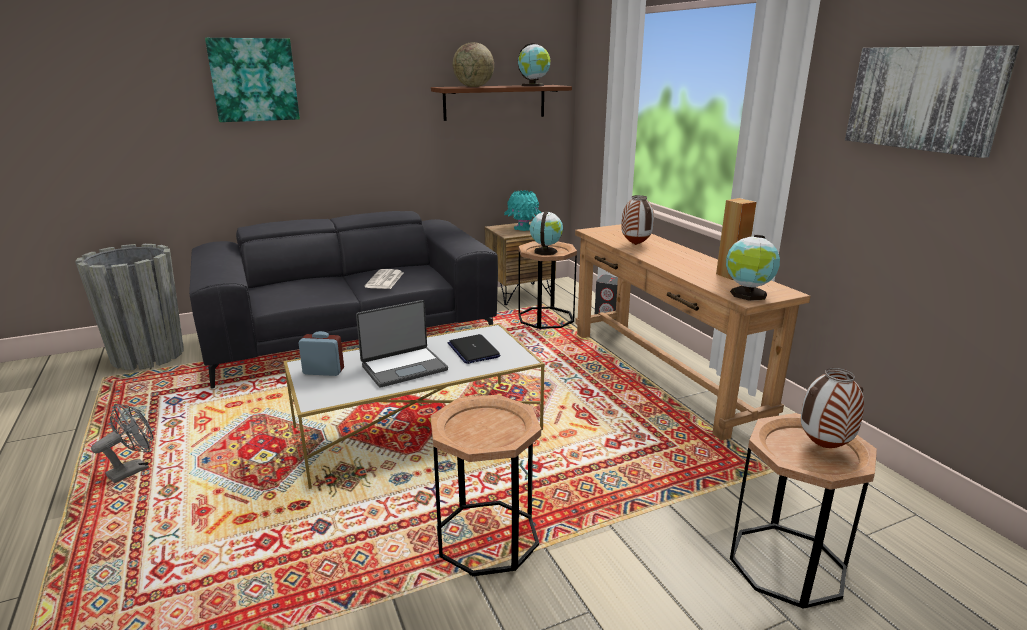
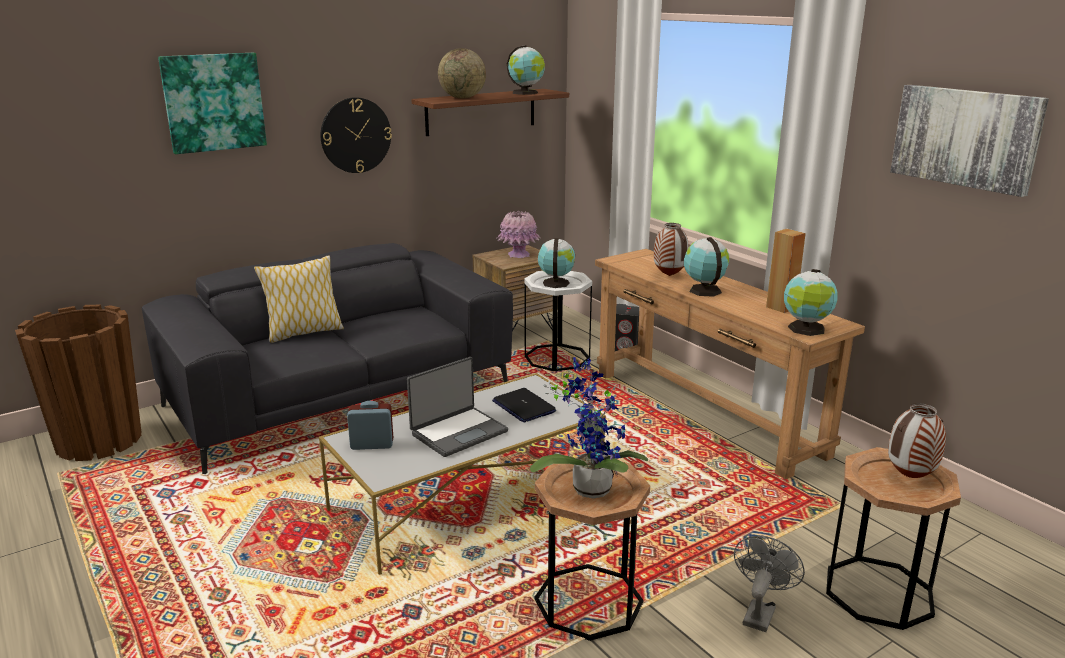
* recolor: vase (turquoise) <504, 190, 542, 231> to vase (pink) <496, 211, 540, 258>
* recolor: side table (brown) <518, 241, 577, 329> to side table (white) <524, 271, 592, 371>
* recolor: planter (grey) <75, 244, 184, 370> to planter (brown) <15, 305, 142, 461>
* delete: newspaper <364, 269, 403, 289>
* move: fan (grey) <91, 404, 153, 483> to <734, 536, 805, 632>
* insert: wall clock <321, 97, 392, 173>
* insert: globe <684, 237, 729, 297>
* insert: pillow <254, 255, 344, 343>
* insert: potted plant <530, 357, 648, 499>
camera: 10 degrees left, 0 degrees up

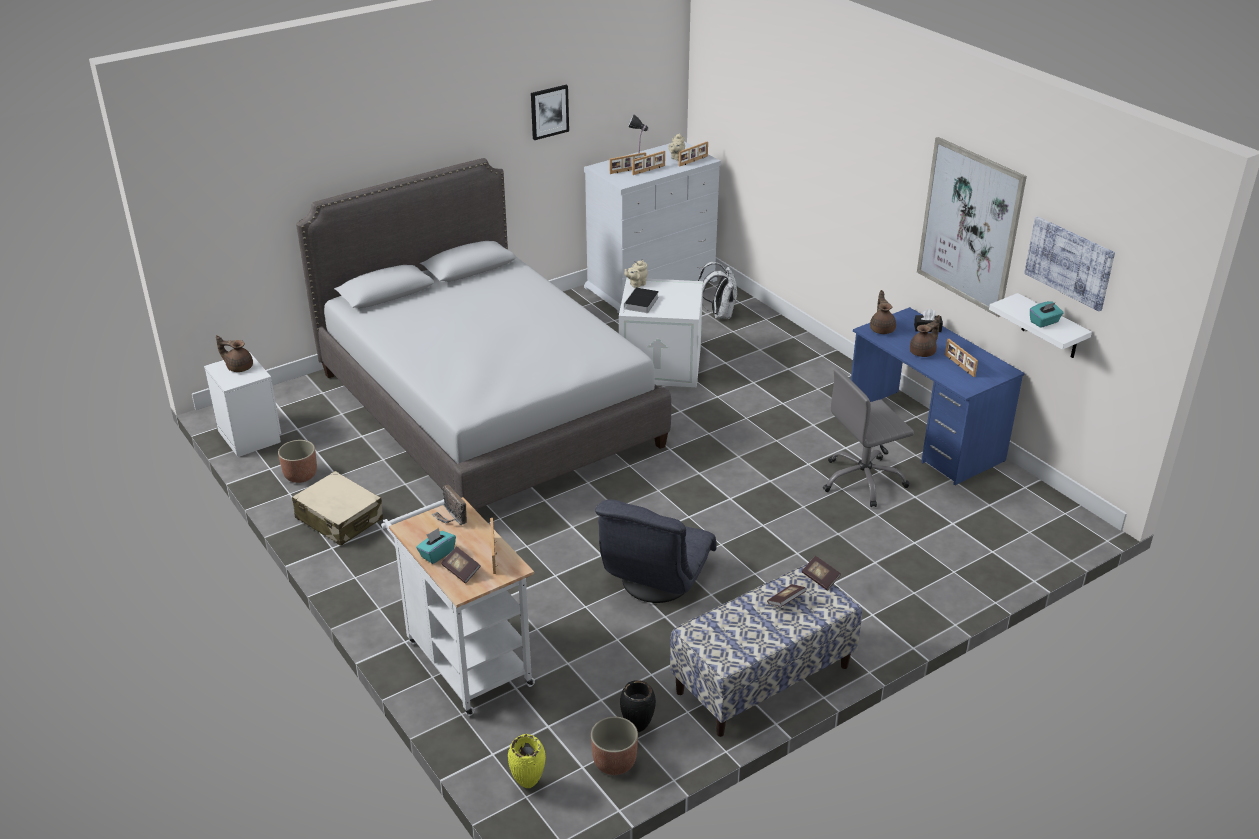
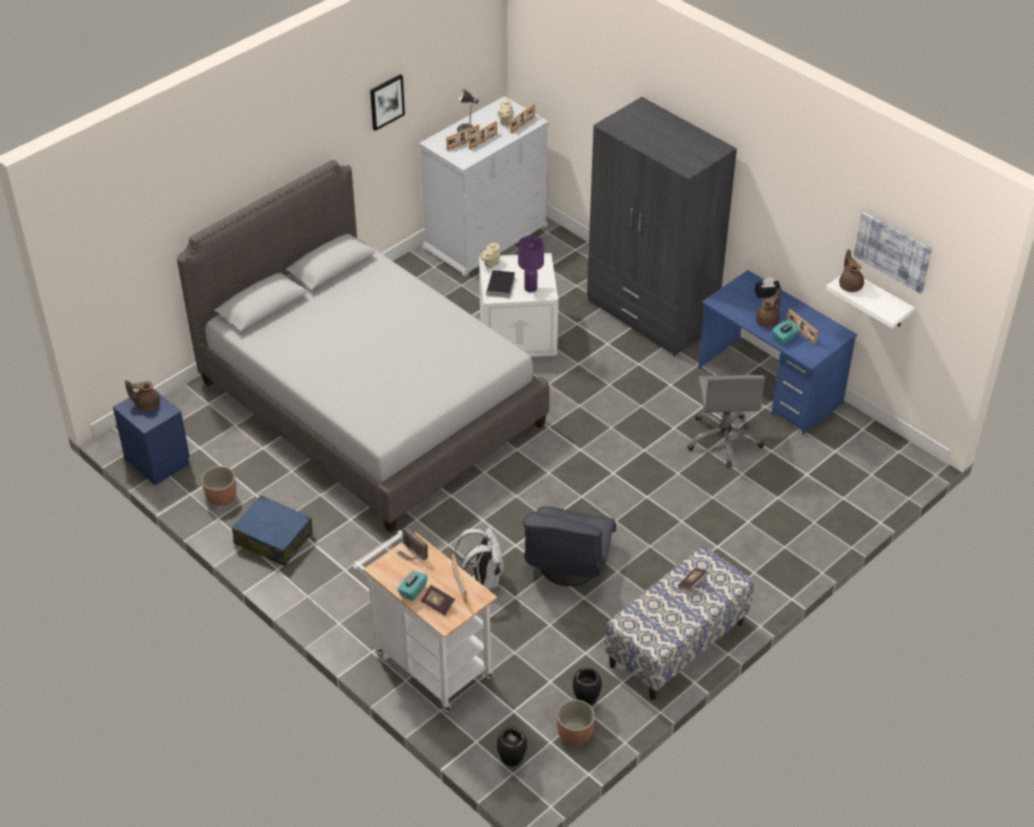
* delete: picture <917, 137, 1027, 317>
* move: backpack (white) <698, 262, 737, 319> to <455, 527, 503, 589>
* move: teapot (brown) <870, 290, 896, 334> to <839, 249, 864, 292>
* move: tissue box (turquoise) <1030, 301, 1063, 328> to <772, 320, 799, 345>
* recolor: nightstand (white) <204, 352, 281, 457> to nightstand (blue) <113, 388, 190, 485>
* rotate: office chair (grey) <823, 368, 914, 507> = <687, 374, 765, 468> 60 degrees counterclockwise
* recolor: suitcase (beige) <292, 471, 383, 546> to suitcase (blue) <232, 495, 313, 566>
* delete: book <802, 556, 841, 591>
* recolor: vase (yellow) <508, 734, 546, 788> to vase (black) <497, 727, 527, 767>
* insert: wardrobe (grey) <587, 97, 737, 356>
* insert: table lamp (purple) <518, 235, 544, 292>
camera: 10 degrees left, 10 degrees up

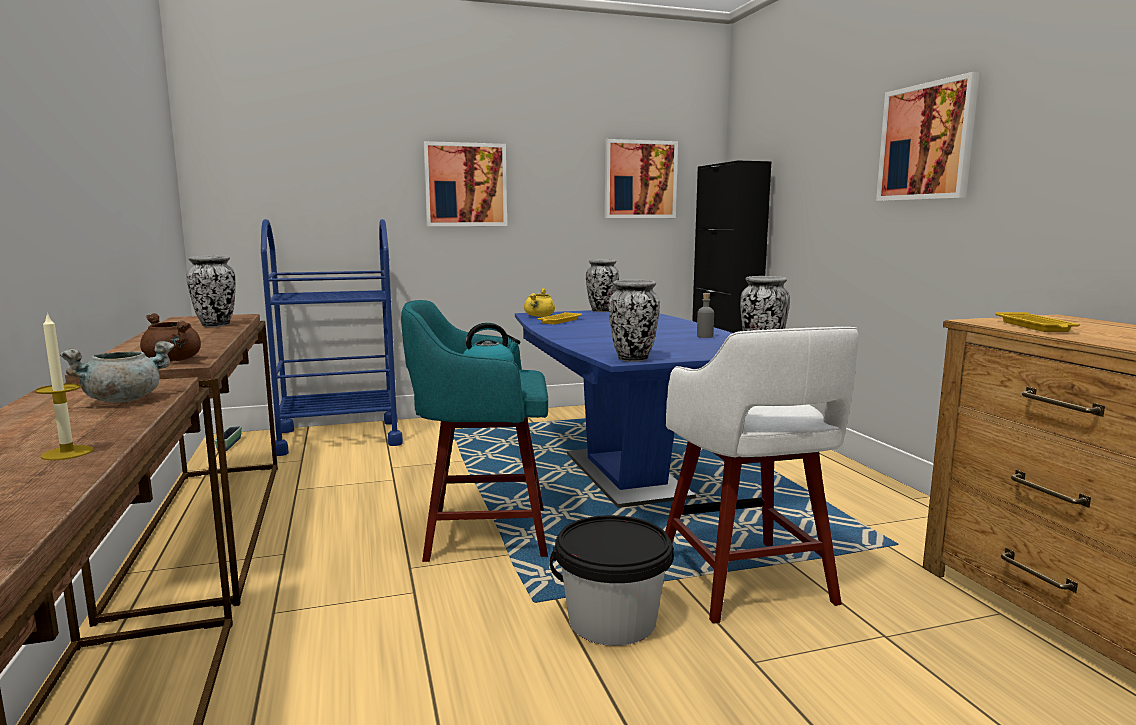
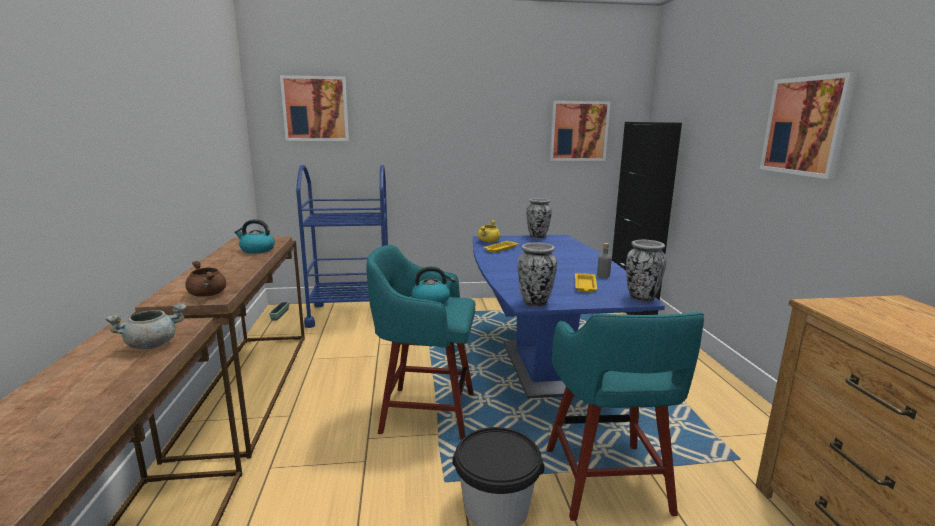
* move: picture <423, 141, 507, 226> to <280, 75, 349, 141>
* replace: vase <186, 256, 236, 327> to kettle <234, 219, 275, 254>
* delete: candle <35, 312, 93, 460>
* move: tray (yellow) <995, 312, 1080, 332> to <575, 273, 597, 292>
* recolor: stool (white) <665, 327, 859, 624> to stool (turquoise) <547, 312, 704, 521>
camera: 10 degrees right, 5 degrees up

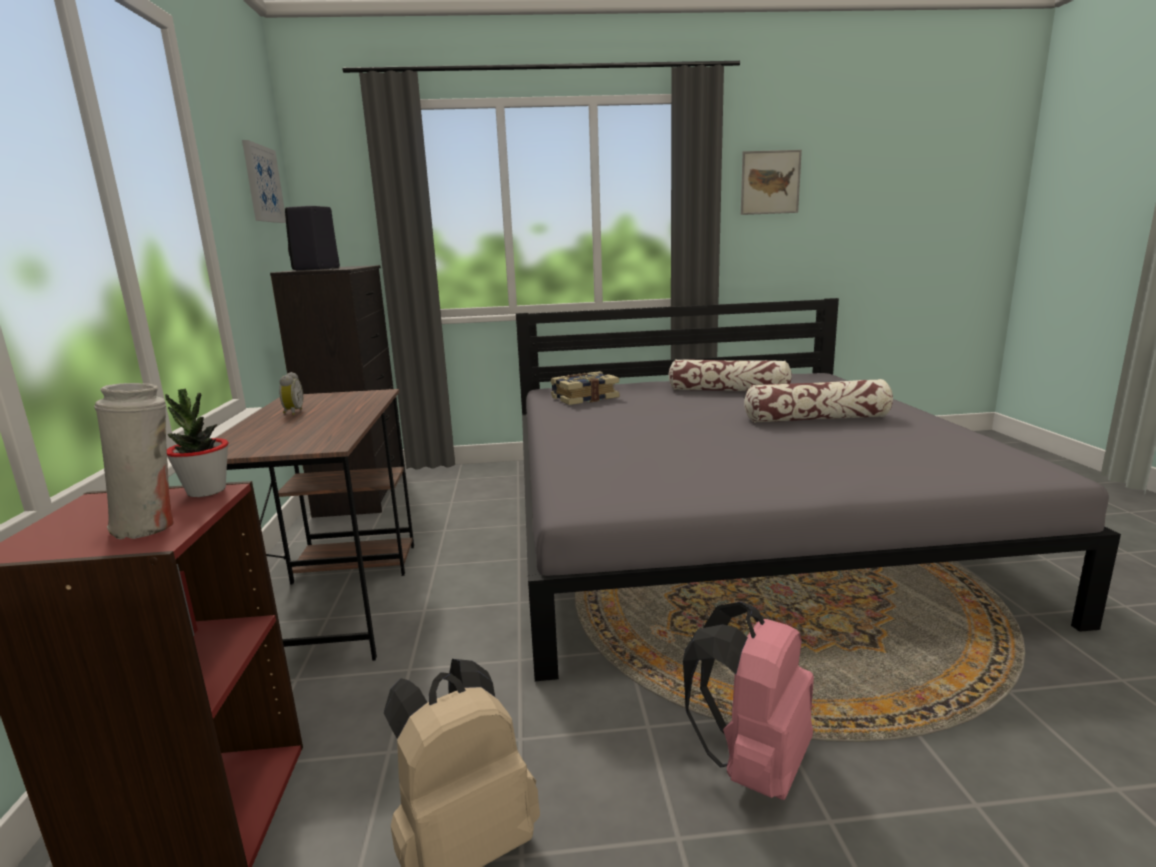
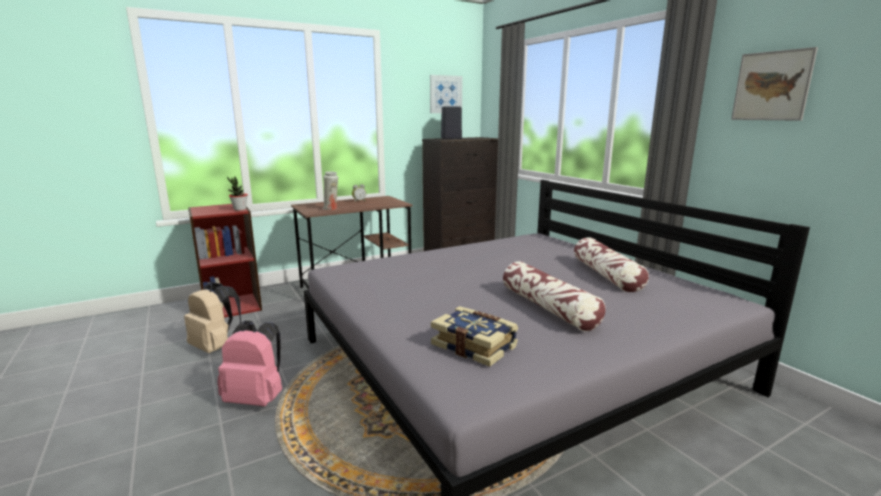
* move: book <550, 371, 619, 405> to <431, 306, 518, 367>
* move: vase (white) <94, 383, 174, 539> to <323, 171, 339, 210>
camera: 65 degrees right, 0 degrees up

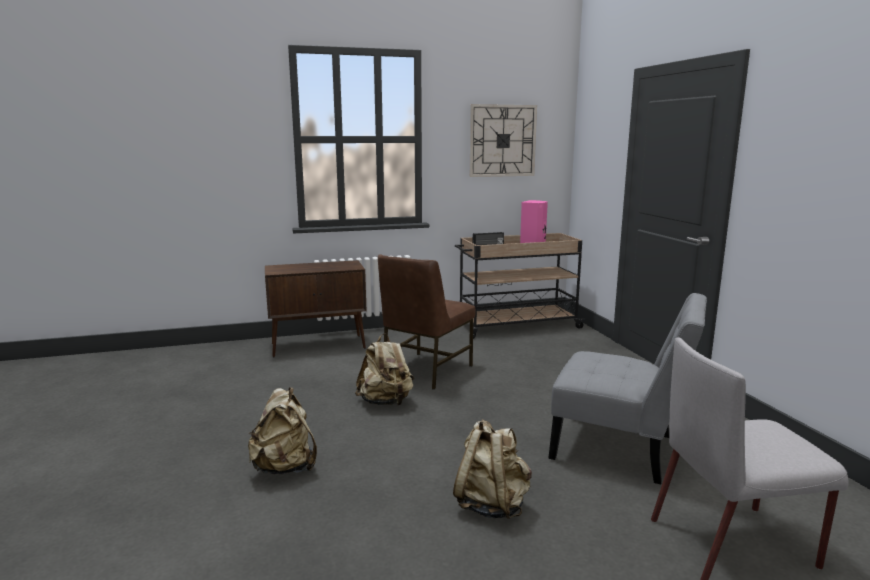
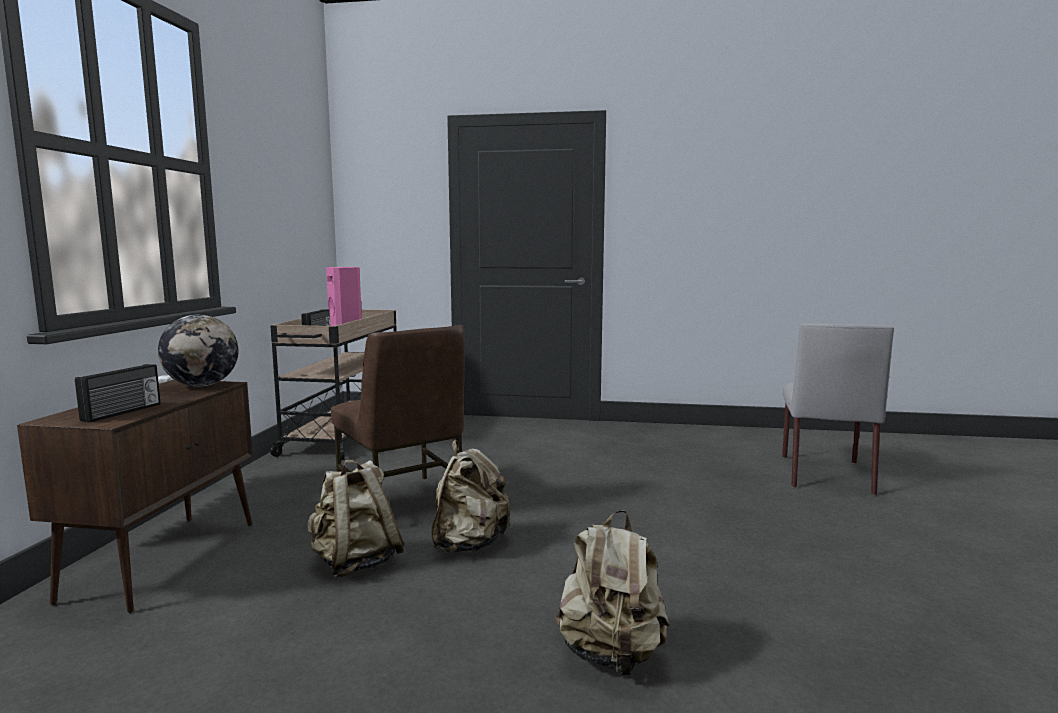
* delete: wall clock <470, 104, 537, 177>
* delete: chair (grey) <548, 293, 707, 485>
* move: backpack (beige) <453, 419, 532, 519> to <307, 459, 406, 578>
* insert: globe <158, 315, 238, 387>
* insert: radio <75, 364, 161, 422>
camera: 65 degrees left, 5 degrees down

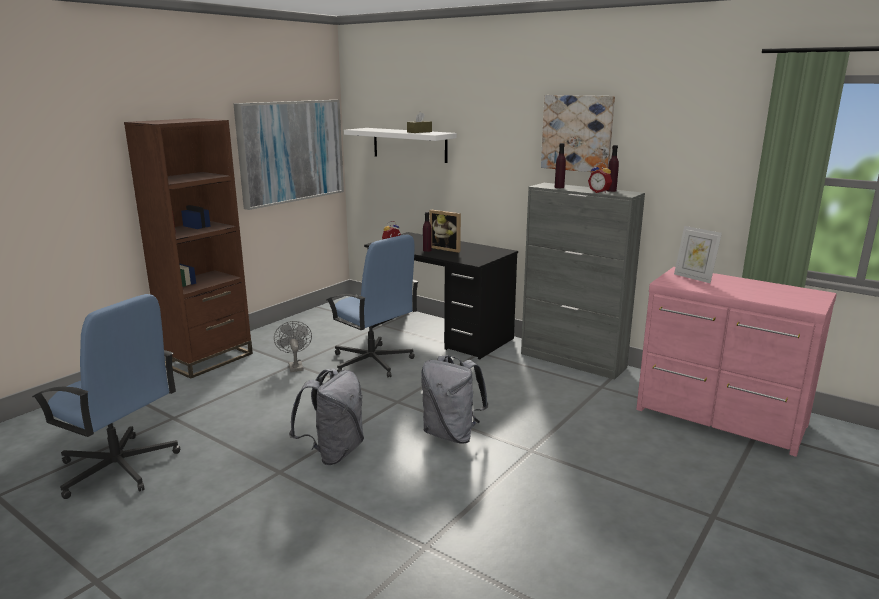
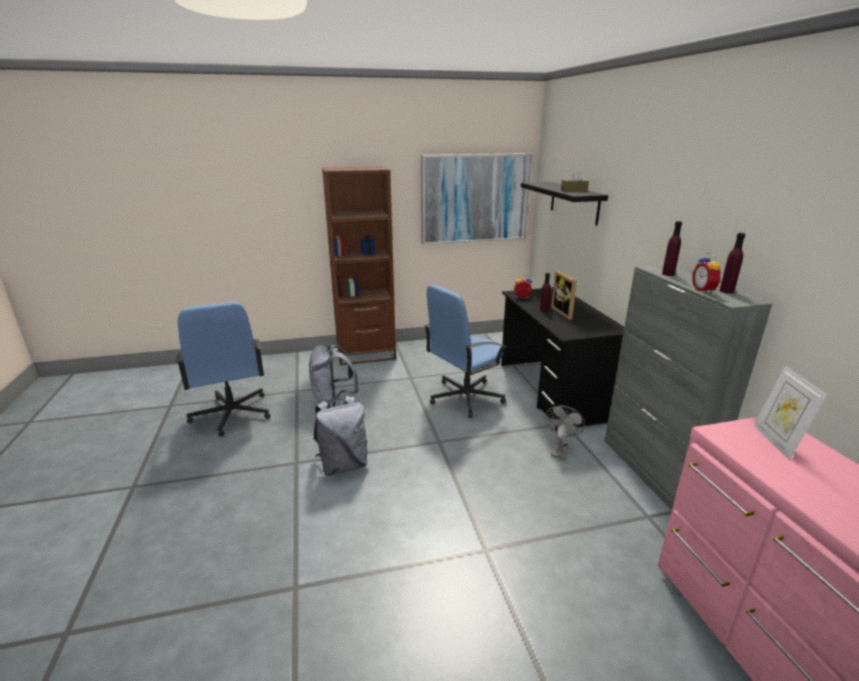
* delete: picture <541, 95, 615, 172>
* recolor: shelf (white) <344, 128, 457, 163> to shelf (black) <521, 182, 608, 226>
* rotate: office chair (blue) <326, 234, 419, 378> = <424, 285, 507, 418> 60 degrees clockwise
* move: fan (grey) <274, 321, 312, 372> to <544, 406, 585, 460>
* move: backpack (grey) <421, 355, 488, 444> to <309, 345, 359, 407>
camera: 40 degrees right, 5 degrees up

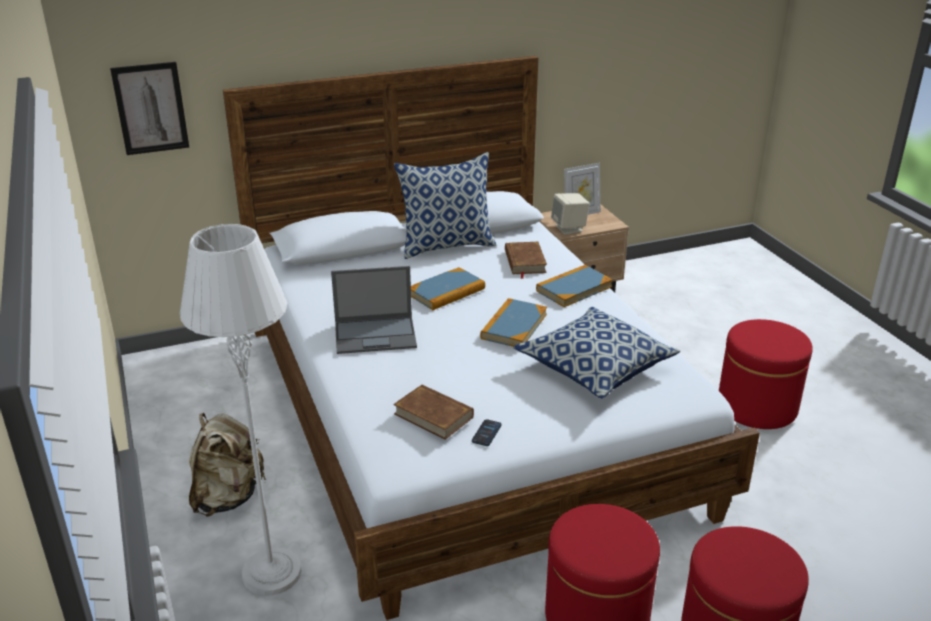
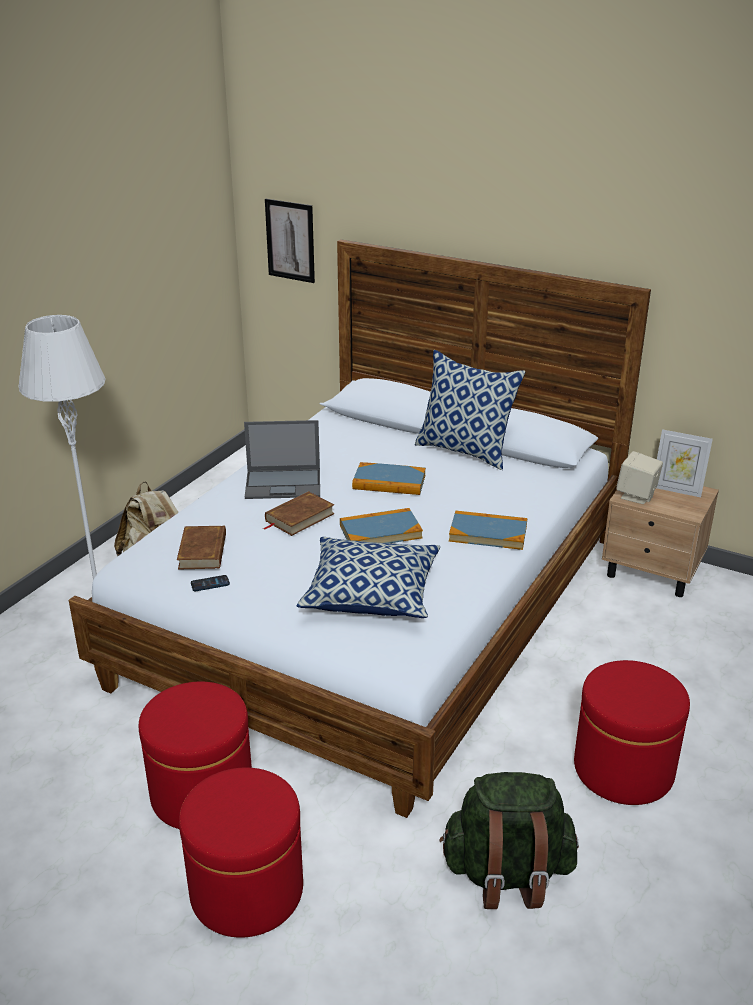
* move: book (brown) <505, 242, 547, 279> to <263, 491, 335, 536>
* rotate: laptop <331, 266, 417, 354> = <244, 420, 320, 499> 45 degrees counterclockwise
* insert: backpack (green) <439, 772, 579, 909>
camera: 50 degrees right, 0 degrees up

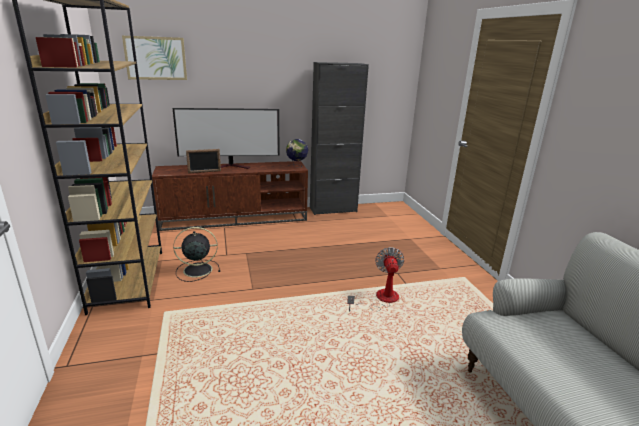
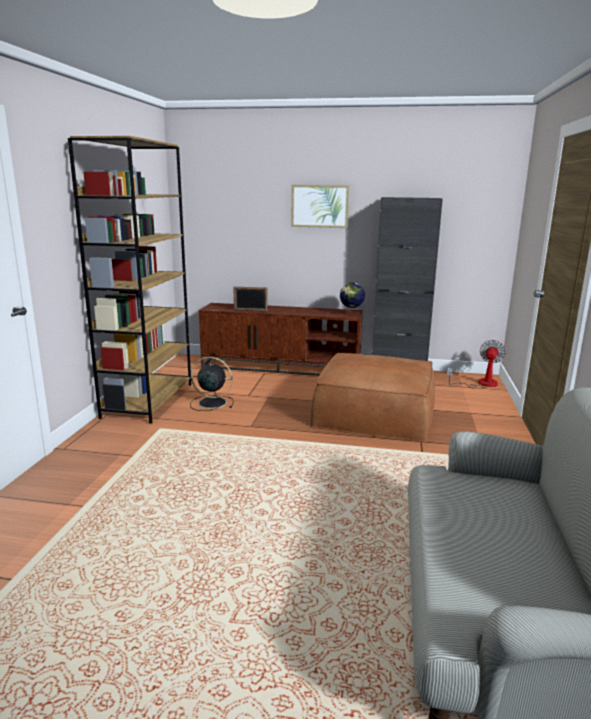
* move: picture <122, 36, 187, 80> to <291, 185, 349, 228>
* delete: television <172, 108, 279, 169>
* move: fan <347, 247, 404, 312> to <447, 340, 506, 388>
* insert: ottoman (brown) <310, 353, 435, 442>
camera: 25 degrees right, 5 degrees down

